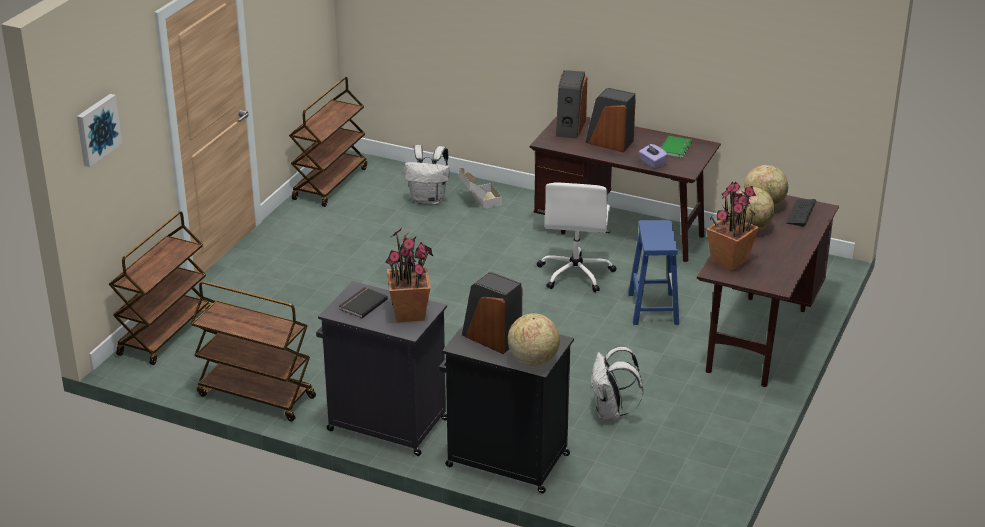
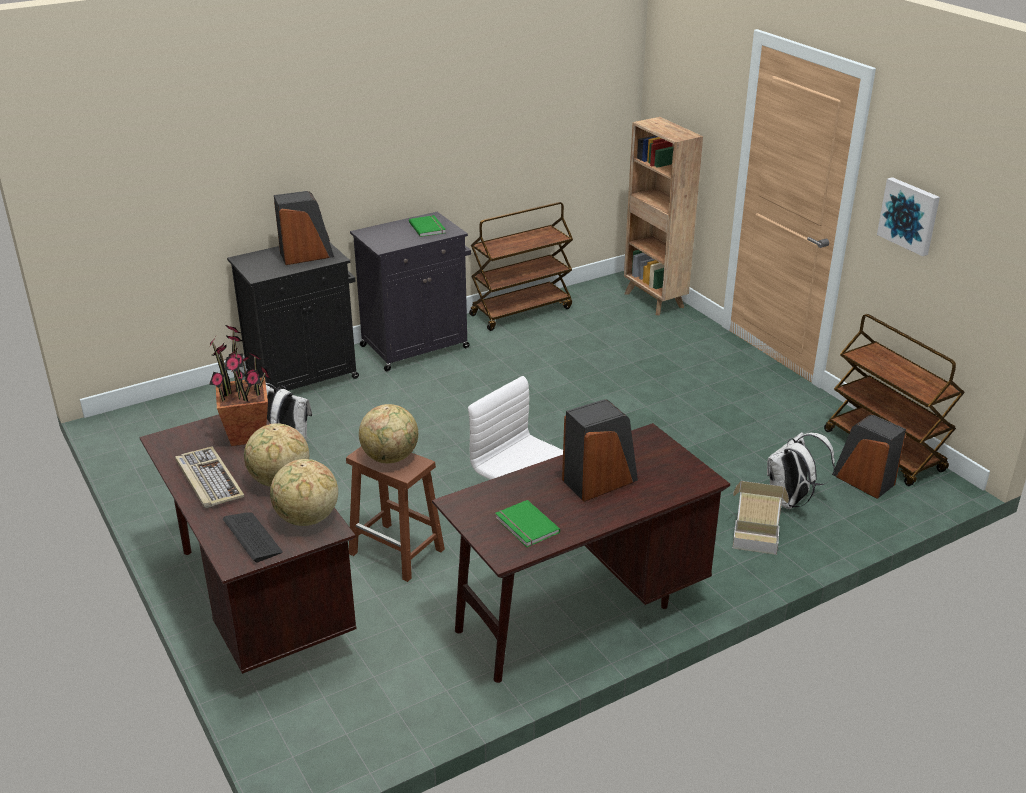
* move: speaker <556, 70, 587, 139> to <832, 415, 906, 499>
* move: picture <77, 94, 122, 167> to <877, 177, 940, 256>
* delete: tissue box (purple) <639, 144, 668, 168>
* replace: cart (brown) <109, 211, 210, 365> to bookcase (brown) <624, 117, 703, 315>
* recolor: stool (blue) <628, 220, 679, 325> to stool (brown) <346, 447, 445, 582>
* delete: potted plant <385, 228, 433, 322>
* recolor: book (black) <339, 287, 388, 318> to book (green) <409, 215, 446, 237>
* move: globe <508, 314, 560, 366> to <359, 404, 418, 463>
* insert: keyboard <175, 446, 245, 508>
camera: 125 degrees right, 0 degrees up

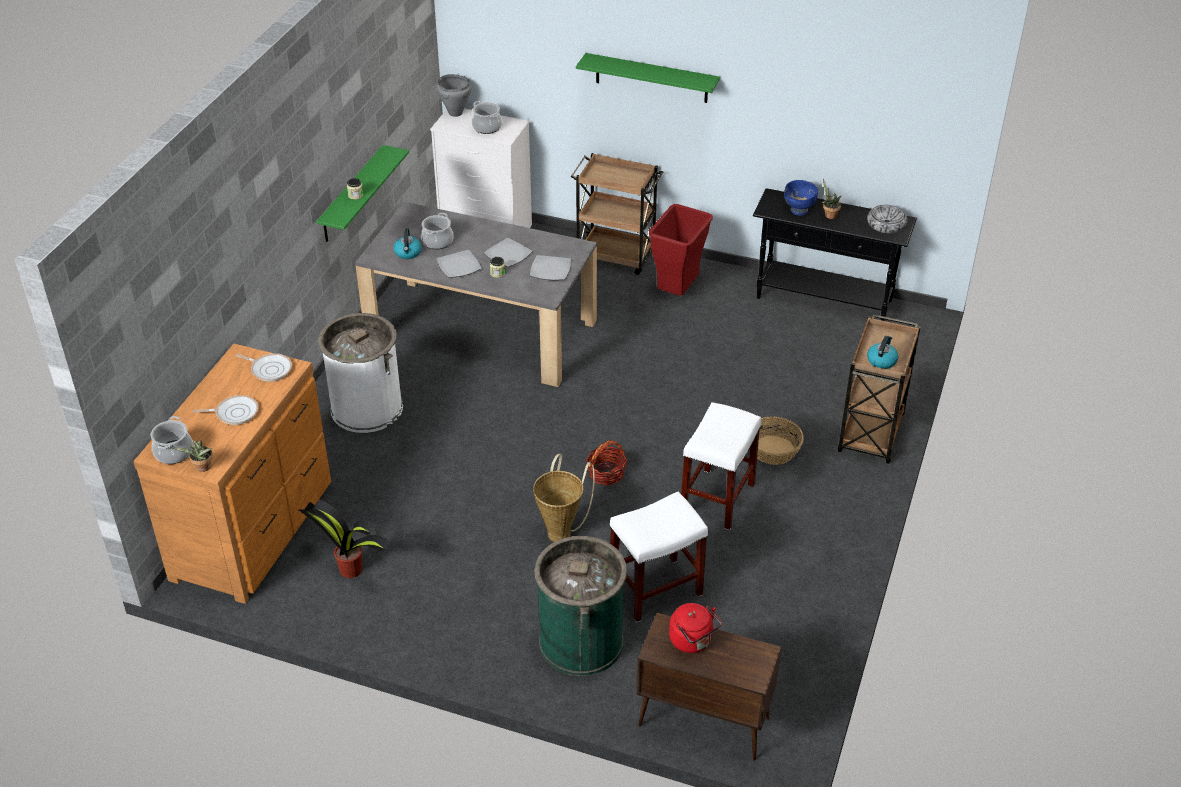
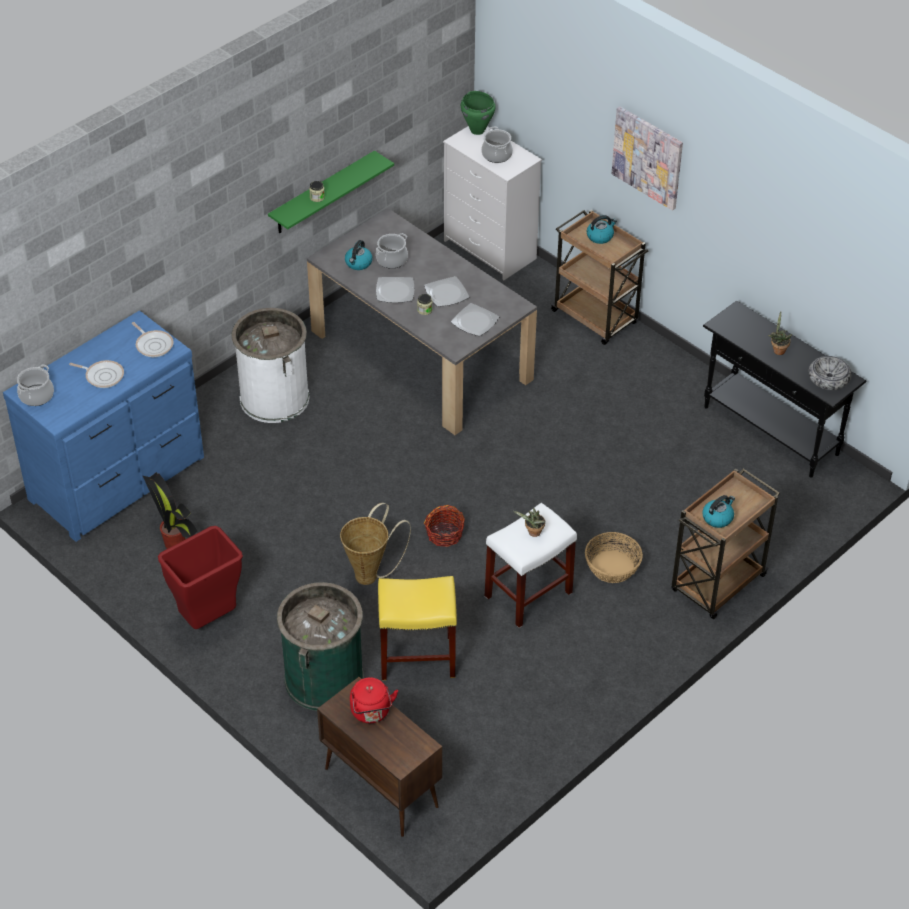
* replace: shelf (green) <576, 53, 720, 103> to picture <612, 106, 683, 211>
* recolor: cooking pot (grey) <437, 74, 472, 117> to cooking pot (green) <461, 91, 496, 135>
* delete: bowl (blue) <784, 180, 818, 216>
* move: trash can (red) <649, 204, 713, 296> to <158, 526, 243, 629>
* recolor: dresser (brown) <133, 344, 331, 604> to dresser (blue) <3, 310, 204, 542>
* move: potted plant <173, 440, 213, 472> to <513, 508, 546, 537>
* recolor: stool (white) <610, 492, 708, 622> to stool (yellow) <378, 576, 457, 680>
* insert: kettle <587, 215, 617, 244>
camera: 25 degrees right, 5 degrees up

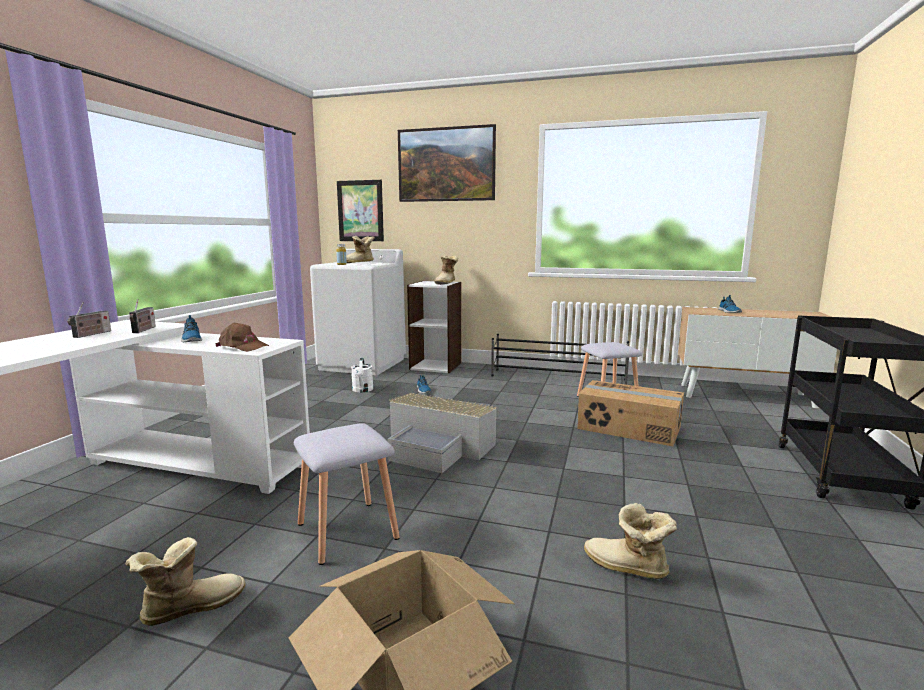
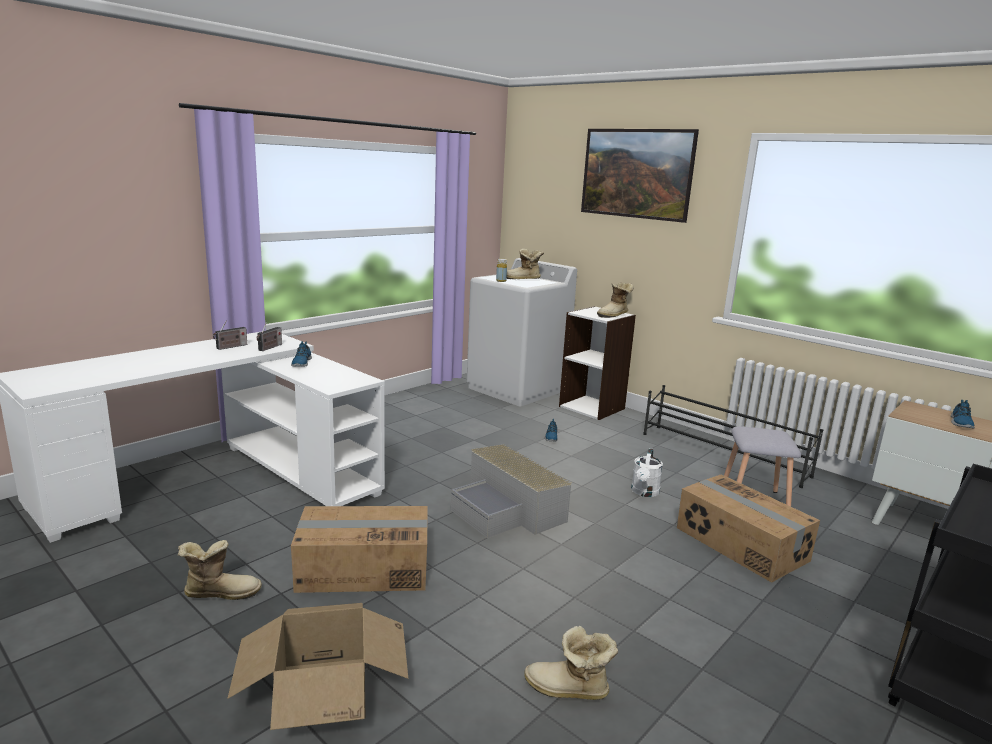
* delete: picture <337, 180, 384, 241>
* delete: cap (brown) <215, 323, 269, 352>
* move: watering can (white) <351, 358, 374, 392> to <631, 448, 663, 497>
* replace: stool (grey) <294, 423, 400, 565> to cardboard box <291, 506, 427, 593>
* rotate: boot <584, 503, 677, 579> = <524, 626, 618, 700> 45 degrees counterclockwise
camera: 25 degrees right, 5 degrees up

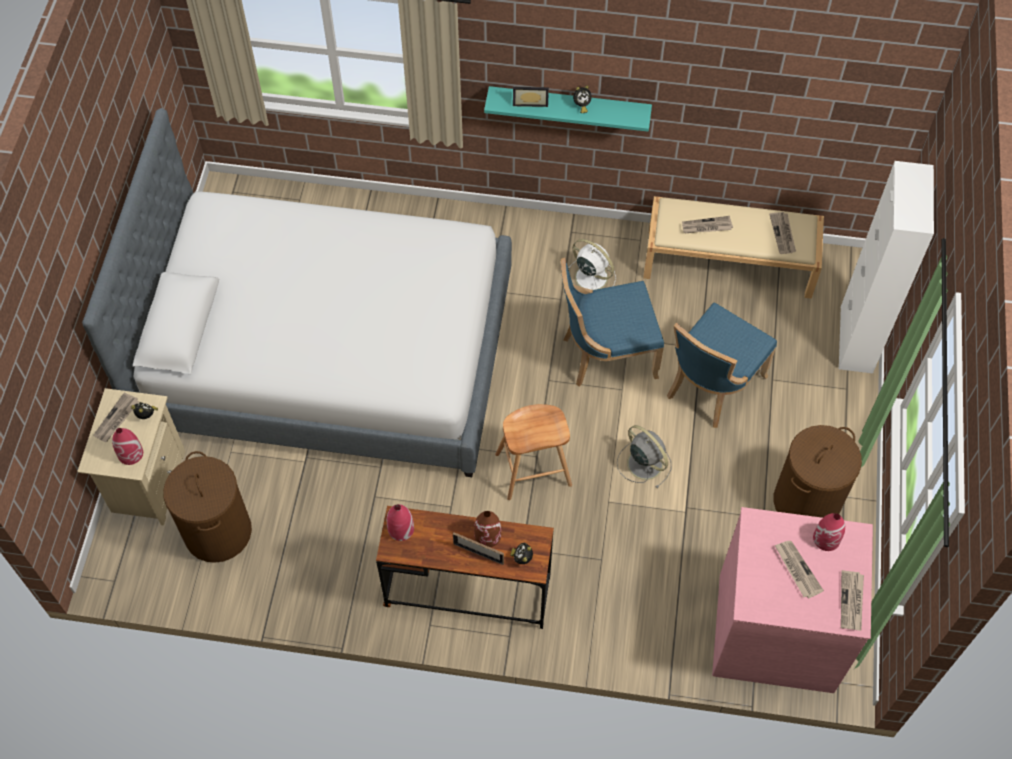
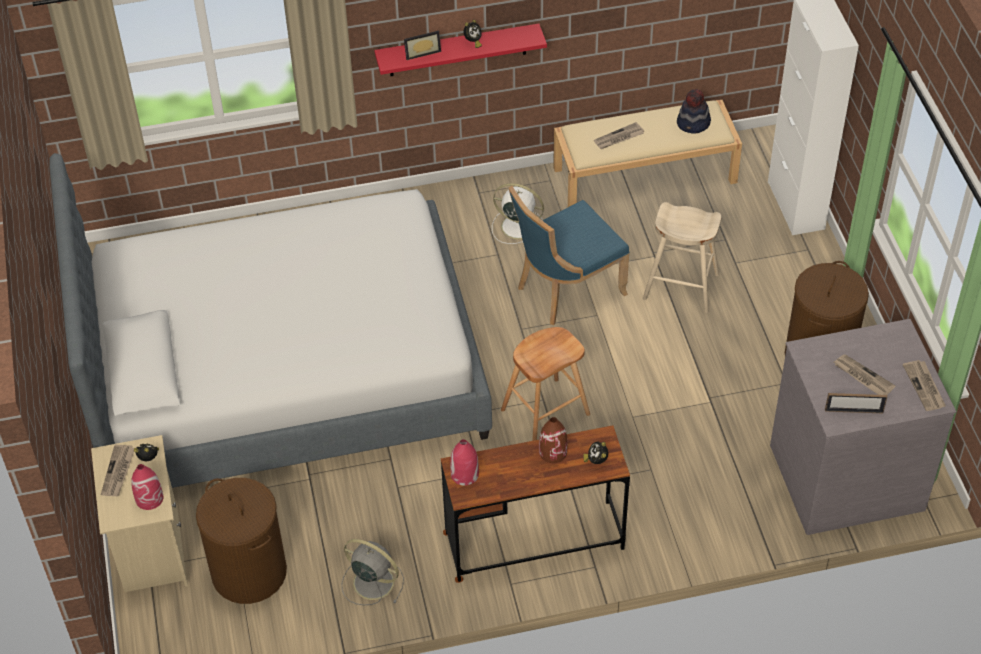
* recolor: shelf (turquoise) <484, 86, 652, 132> to shelf (red) <374, 24, 547, 76>
* replace: newspaper <769, 212, 796, 254> to hat <677, 89, 711, 134>
* replace: chair (blue) <667, 303, 777, 428> to stool (beige) <643, 202, 721, 313>
* move: fan (grey) <617, 425, 672, 489> to <342, 539, 404, 605>
* recolor: dresser (pink) <712, 507, 873, 693> to dresser (grey) <770, 319, 956, 535>
* delete: vase (red) <813, 513, 845, 551>
* move: picture frame <453, 532, 504, 565> to <825, 393, 887, 413>
camera: 20 degrees left, 10 degrees down

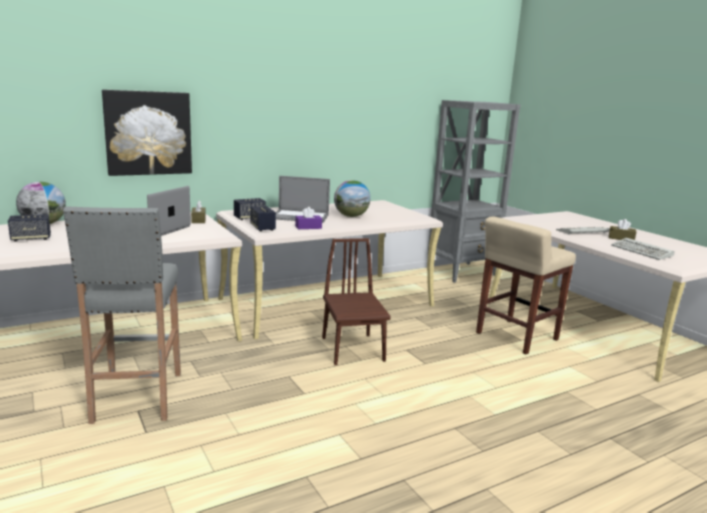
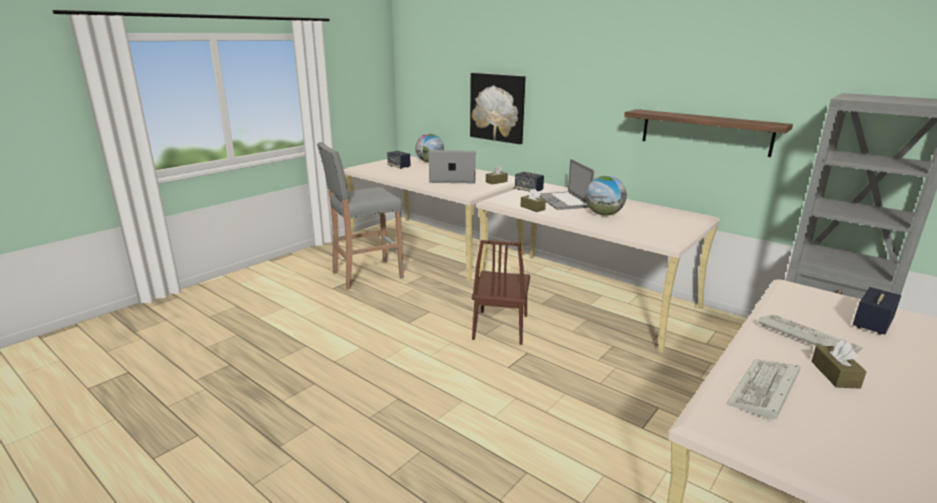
* move: speaker <251, 206, 276, 231> to <853, 287, 901, 335>
* recolor: tissue box (purple) <295, 207, 322, 229> to tissue box (brown) <520, 189, 546, 212>
* delete: stool (beige) <476, 216, 576, 354>
* rotate: chair (brown) <322, 238, 391, 365> = <472, 240, 530, 345> 135 degrees clockwise
* insert: shelf <624, 109, 793, 157>
camera: 70 degrees right, 5 degrees up

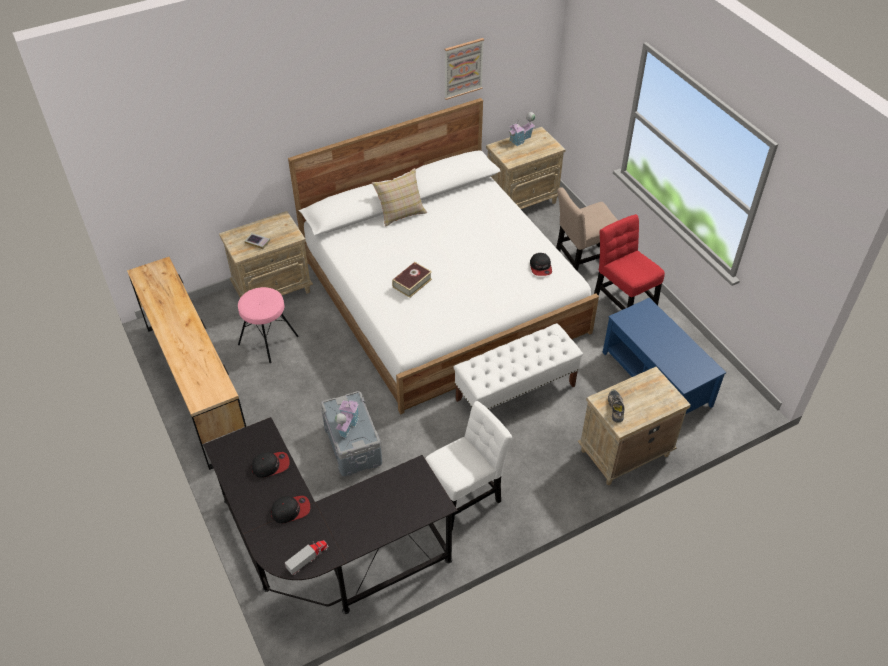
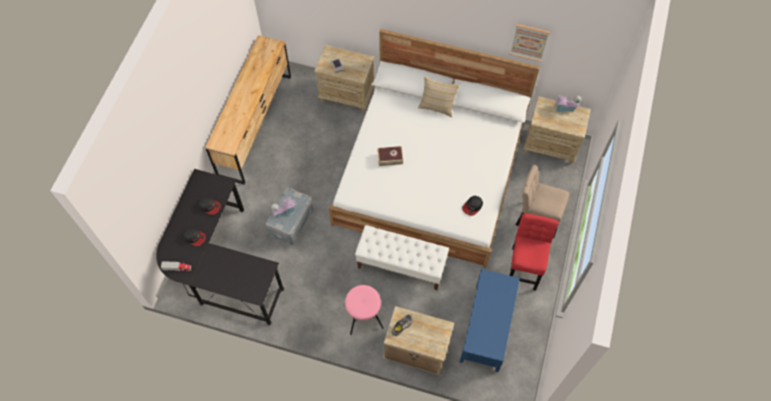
* move: stool (pink) <238, 287, 299, 363> to <345, 285, 384, 335>
* delete: chair (white) <425, 401, 513, 530>
camera: 45 degrees right, 15 degrees up

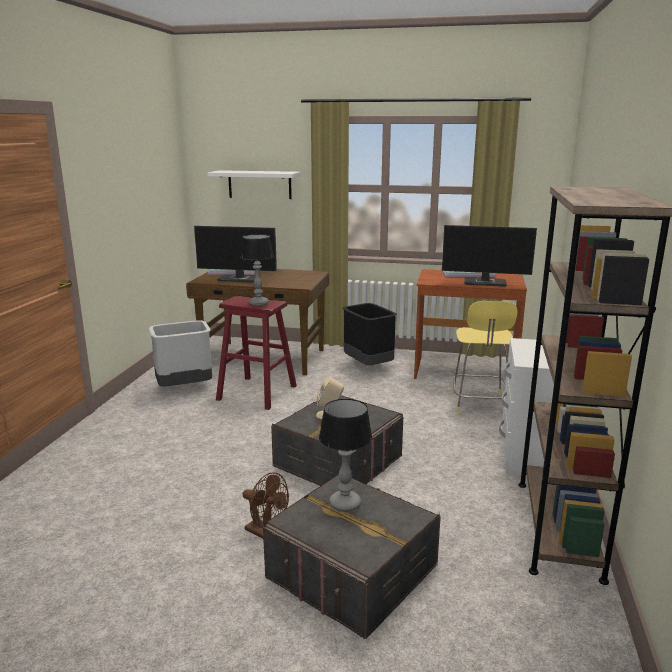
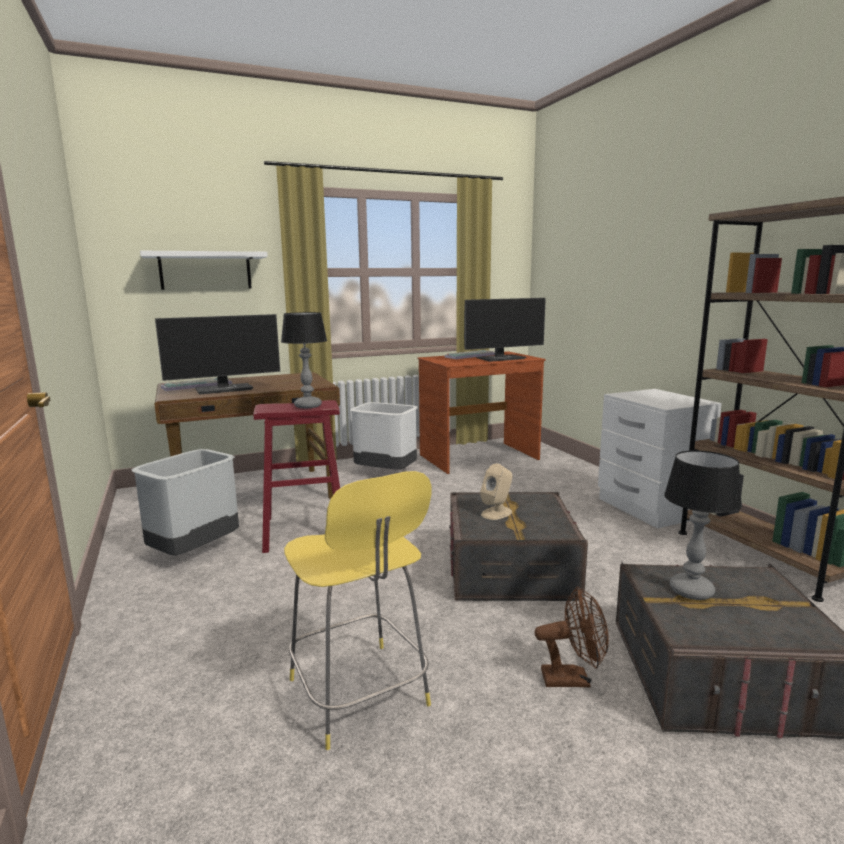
* move: stool (yellow) <452, 301, 518, 414> to <284, 471, 432, 750>
* recolor: trash can (black) <343, 303, 397, 365> to trash can (white) <350, 402, 418, 469>
camera: 35 degrees left, 5 degrees down

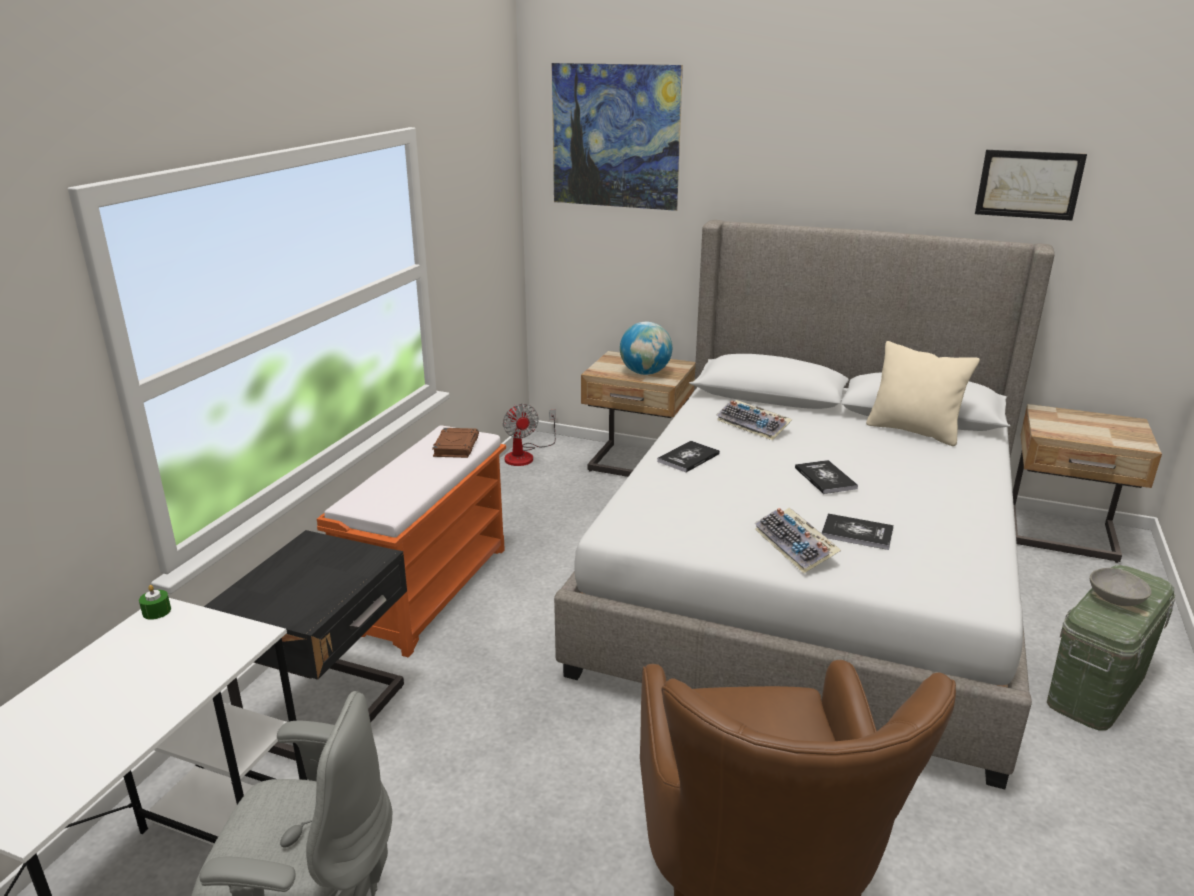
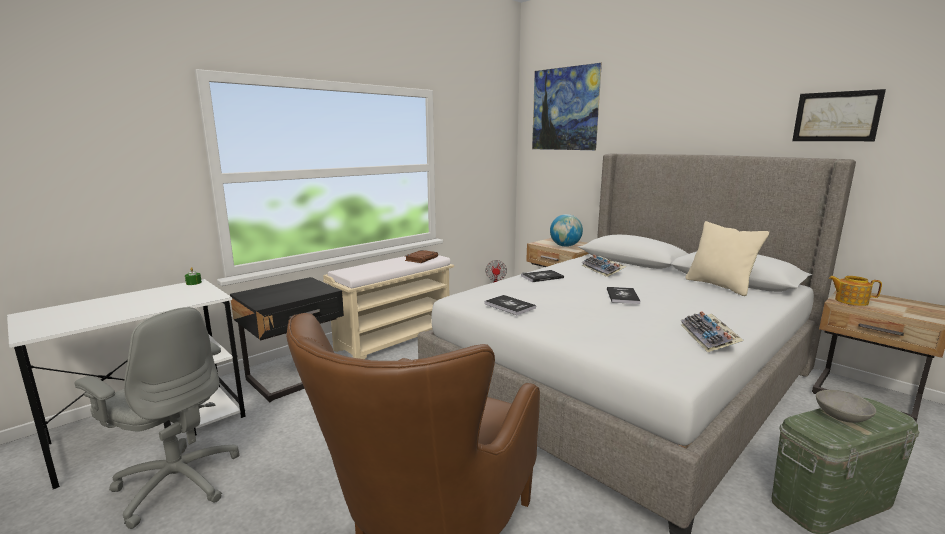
* recolor: bench (orange) <317, 426, 506, 657> to bench (beige) <323, 255, 454, 359>
* move: keyboard <755, 508, 841, 573> to <681, 311, 744, 352>
* move: book <822, 514, 894, 550> to <484, 295, 536, 315>
* insert: teapot <828, 276, 882, 306>
camera: 25 degrees right, 10 degrees down

